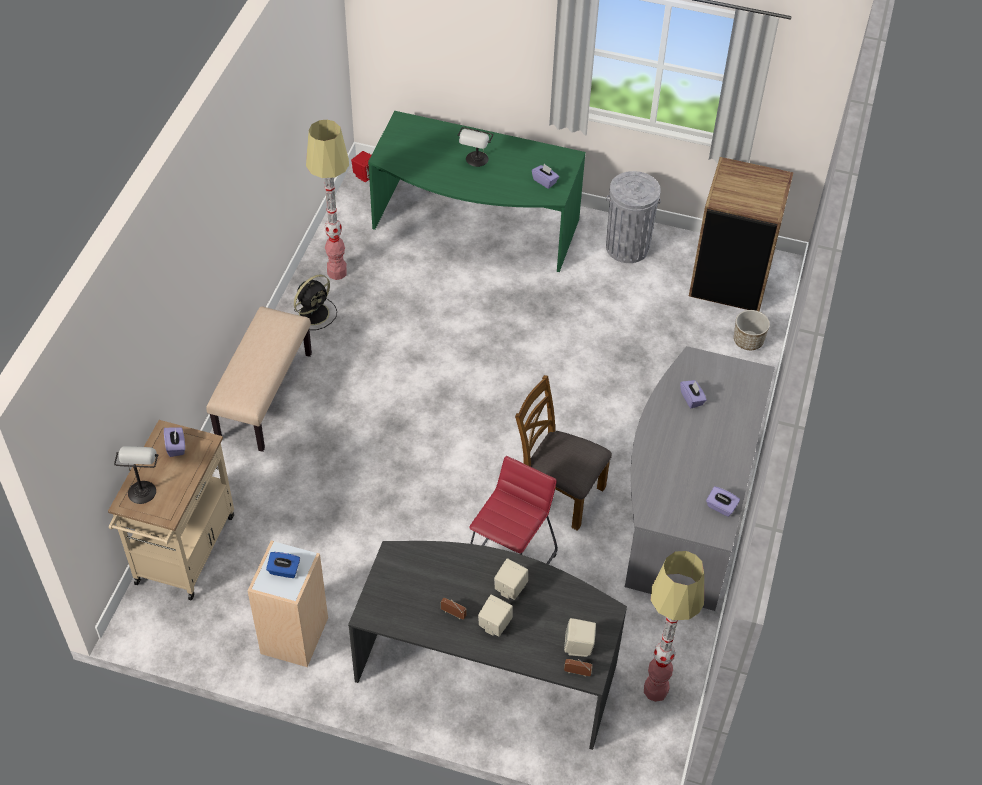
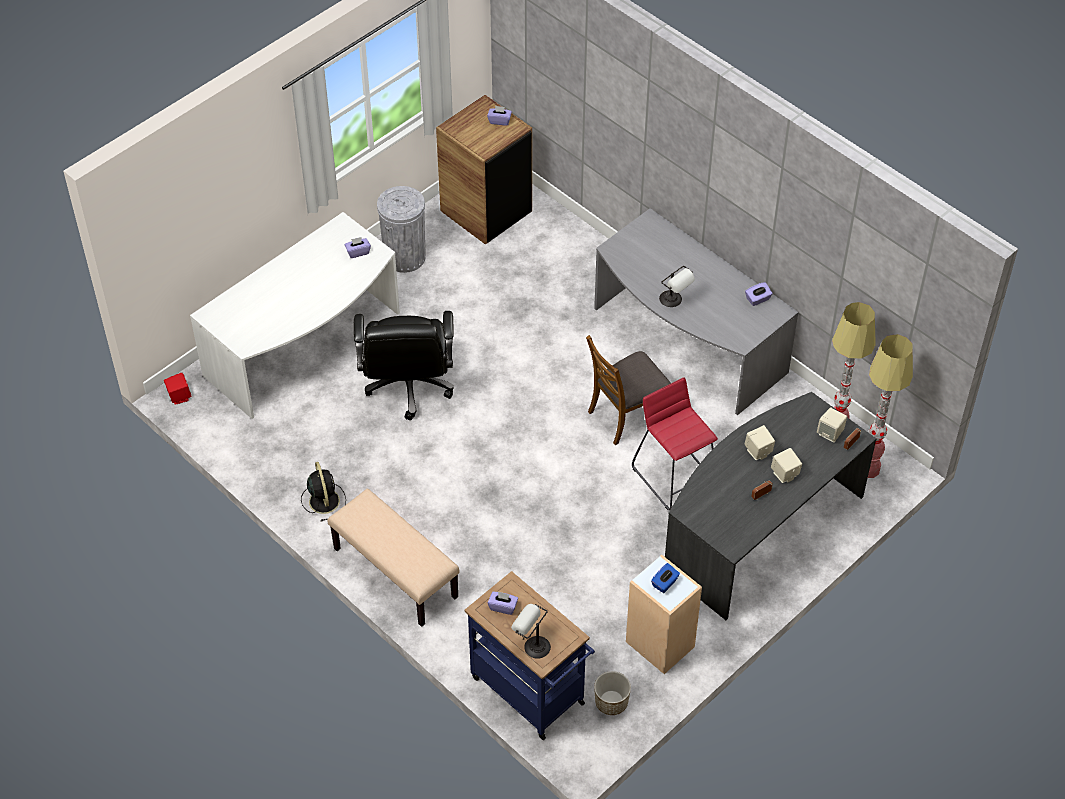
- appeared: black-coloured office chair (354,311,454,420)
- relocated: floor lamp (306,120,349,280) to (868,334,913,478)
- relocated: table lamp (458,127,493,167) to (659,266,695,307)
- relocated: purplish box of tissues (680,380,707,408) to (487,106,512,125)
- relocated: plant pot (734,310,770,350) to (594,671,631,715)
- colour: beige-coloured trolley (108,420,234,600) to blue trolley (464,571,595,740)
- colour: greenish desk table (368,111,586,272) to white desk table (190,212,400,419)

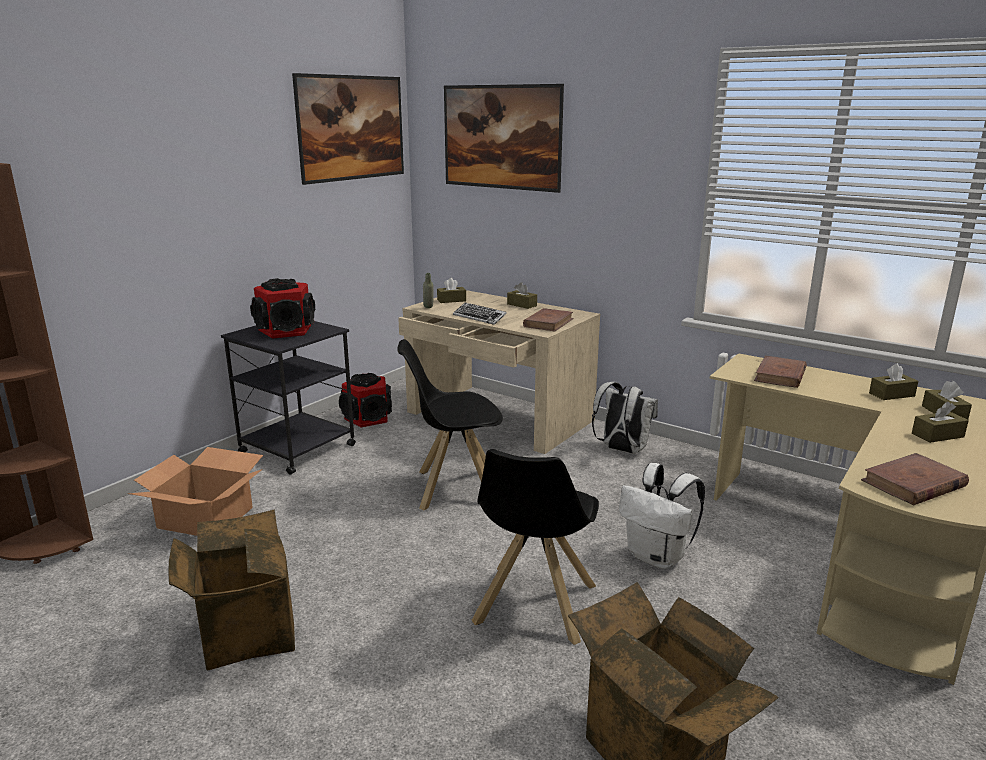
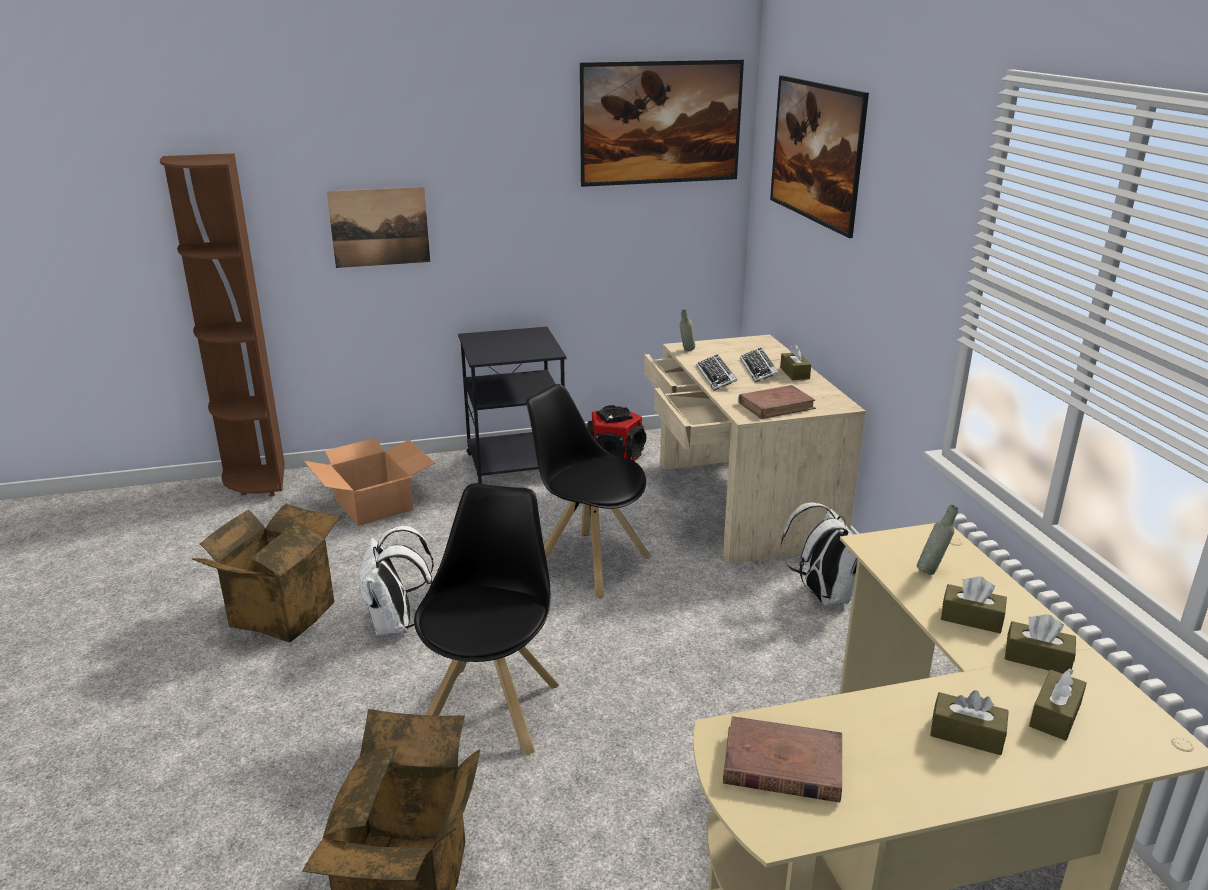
- missing: loudspeaker (250,278,315,339)
- appeared: wall picture (327,187,430,268)
- appeared: keyboard (740,348,779,383)
- relocated: brown-coloured box of tissues (437,278,466,303) to (941,576,1007,633)
- relocated: white knapsack (619,463,705,569) to (359,526,434,636)
- exchanged: brown-coloured bound book (754,356,807,388) to greyish beverage bottle (917,505,958,575)
- spun: black-coloured chair (472,449,599,645) = (414,483,559,756) 135 degrees clockwise

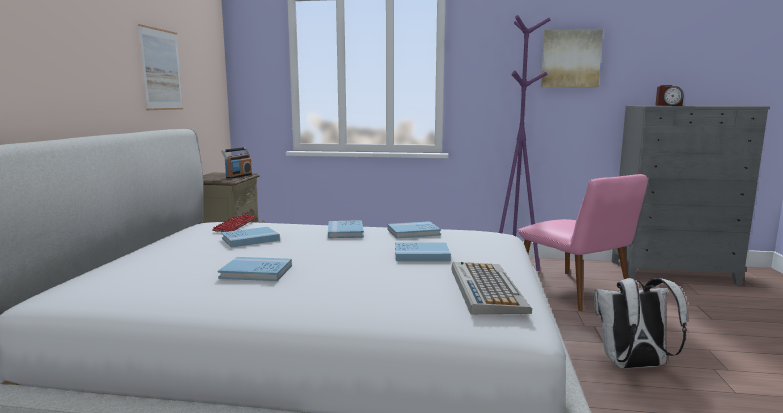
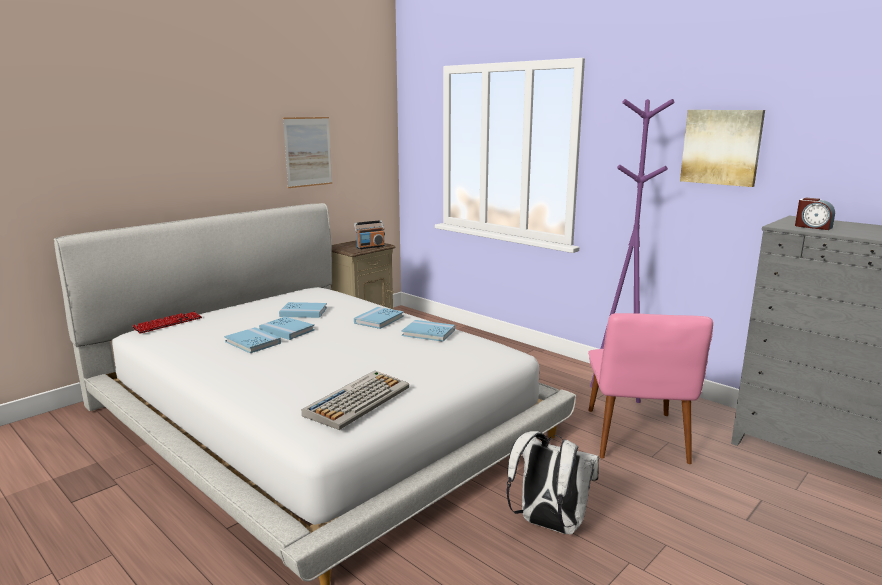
- relocated: keyboard (212,214,257,232) to (132,312,202,334)
- relocated: blue bound book (395,242,451,261) to (259,317,315,340)

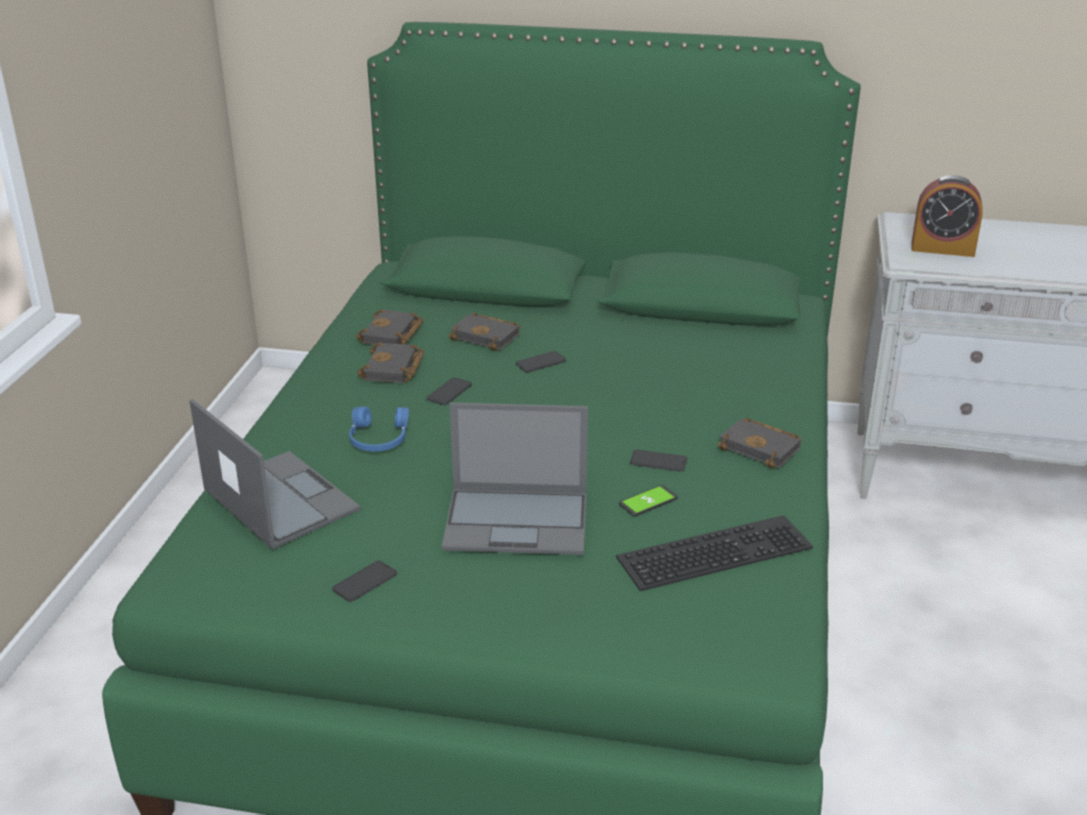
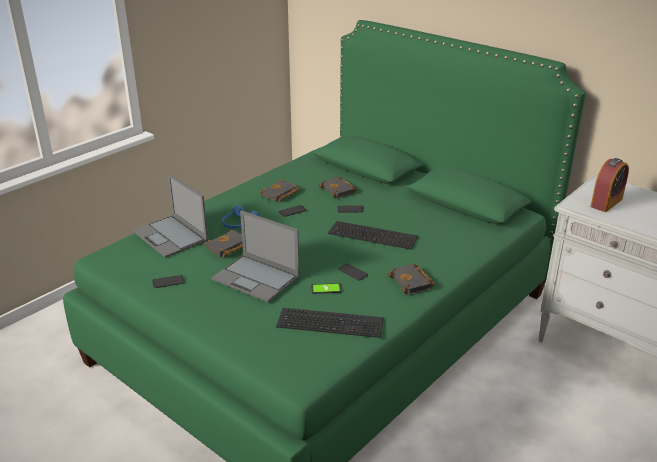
- appeared: keyboard (328,221,418,249)
- relocated: black-coloured bound book (356,309,423,345) to (205,230,243,257)
- spun: laptop (189,399,361,550) = (133,174,208,258) 150 degrees clockwise
- spun: table clock (911,175,983,257) = (590,158,629,212) 90 degrees counterclockwise

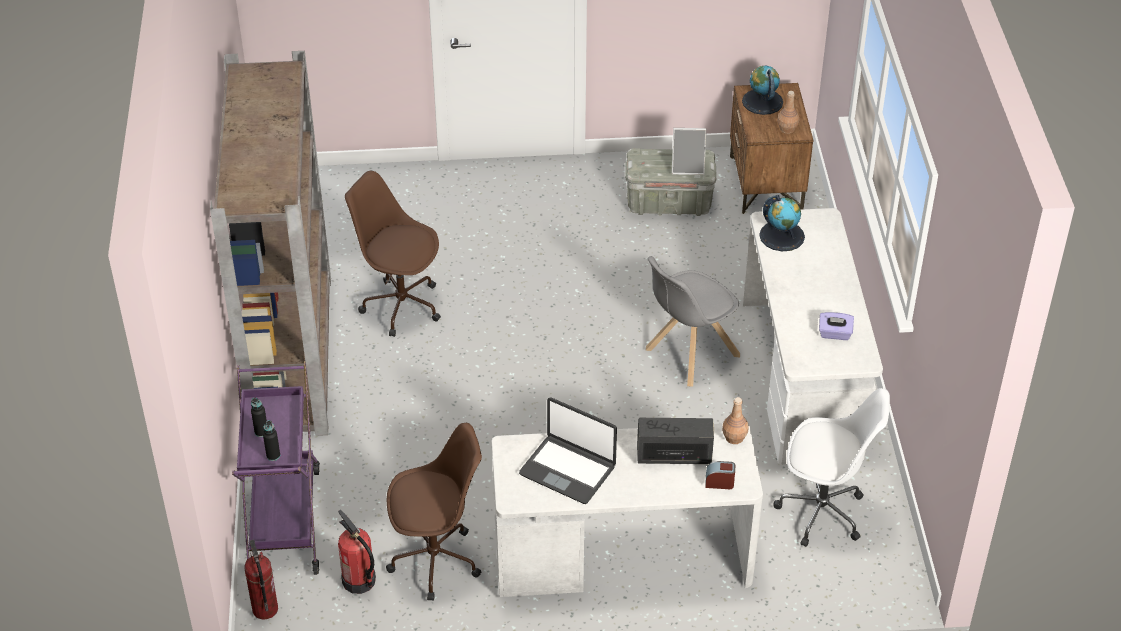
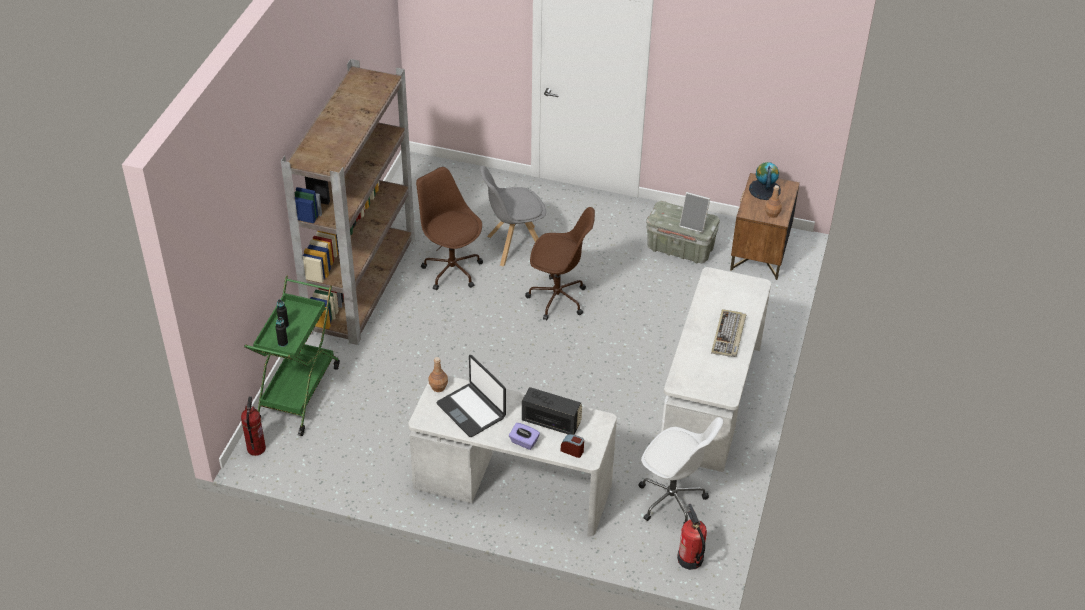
- missing: desk globe (759,195,805,251)
- appeared: keyboard (711,309,746,357)
- relocated: fire extinguisher (338,510,376,594) to (677,504,707,570)
- relocated: brown-coloured office chair (386,423,482,601) to (525,207,595,320)
- relocated: greyish chair (645,256,740,387) to (480,166,546,267)
- relocated: brown-coloured beverage bottle (722,397,749,444) to (429,357,448,392)
- relocated: purplish box of tissues (819,312,854,340) to (509,423,540,450)
- colour: purplish trolley (232,362,320,575) to greenish trolley (244,276,340,436)

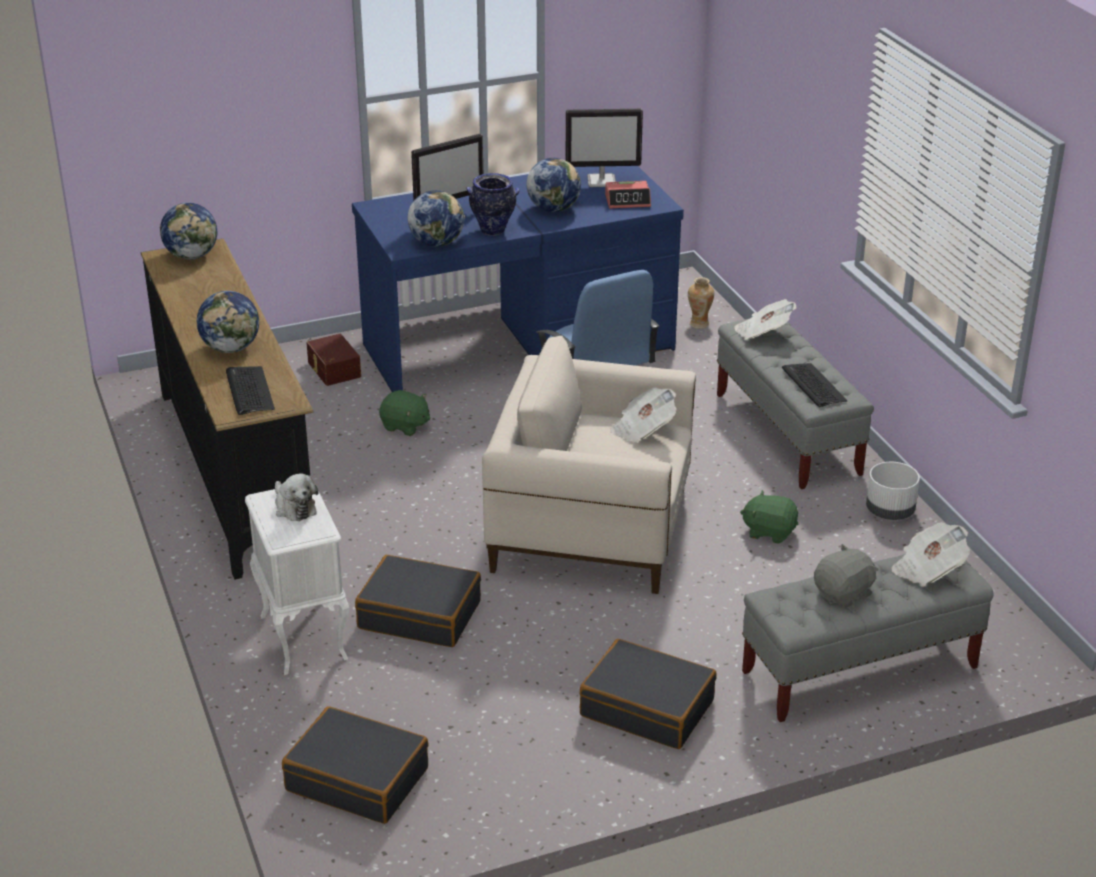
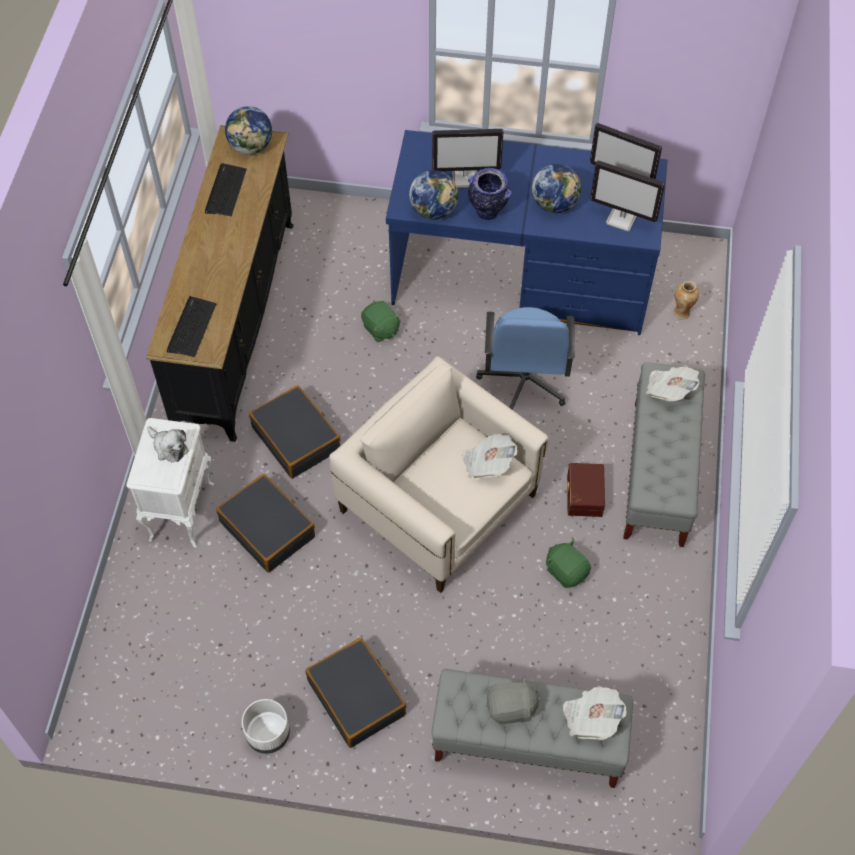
- missing: desk globe (197,291,259,353)
- relocated: black-coloured travel case (282,706,429,824) to (249,385,340,478)
- relocated: brown-coloured storage container (306,334,361,386) to (565,463,605,517)
- relocated: keyboard (782,363,848,407) to (205,163,247,216)
- relocated: white plant pot (866,462,920,520) to (242,699,290,754)
- exchanged: table clock (605,181,651,209) to computer screen (590,160,665,232)
- spun: plush toy (275,474,318,521) = (147,427,189,462) 45 degrees counterclockwise

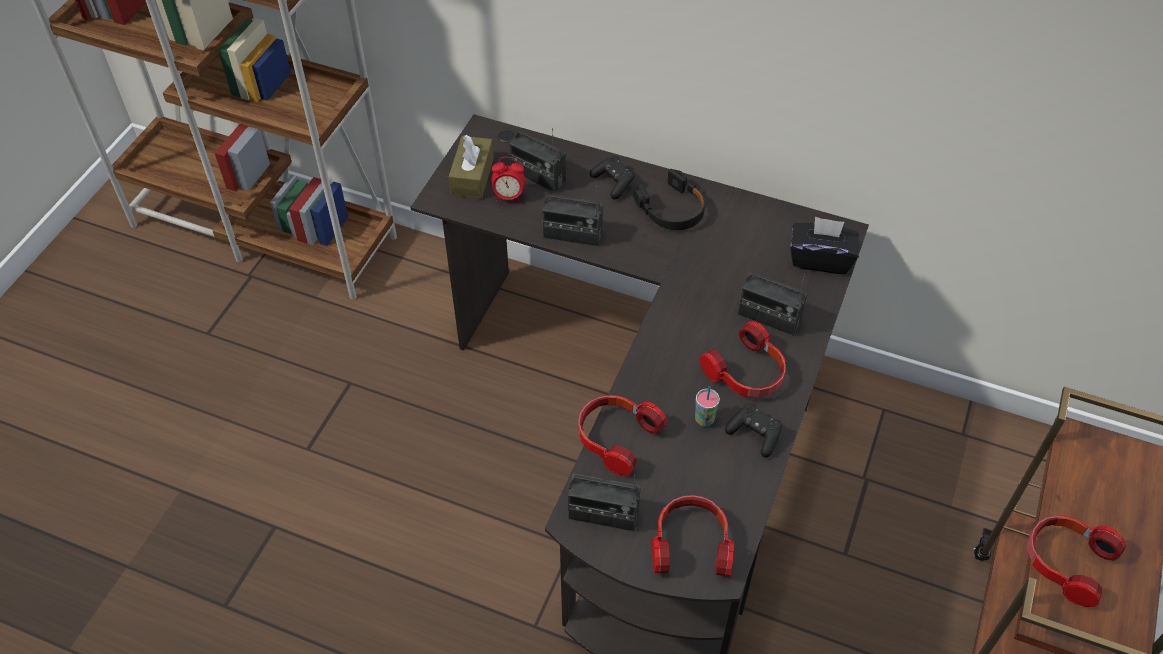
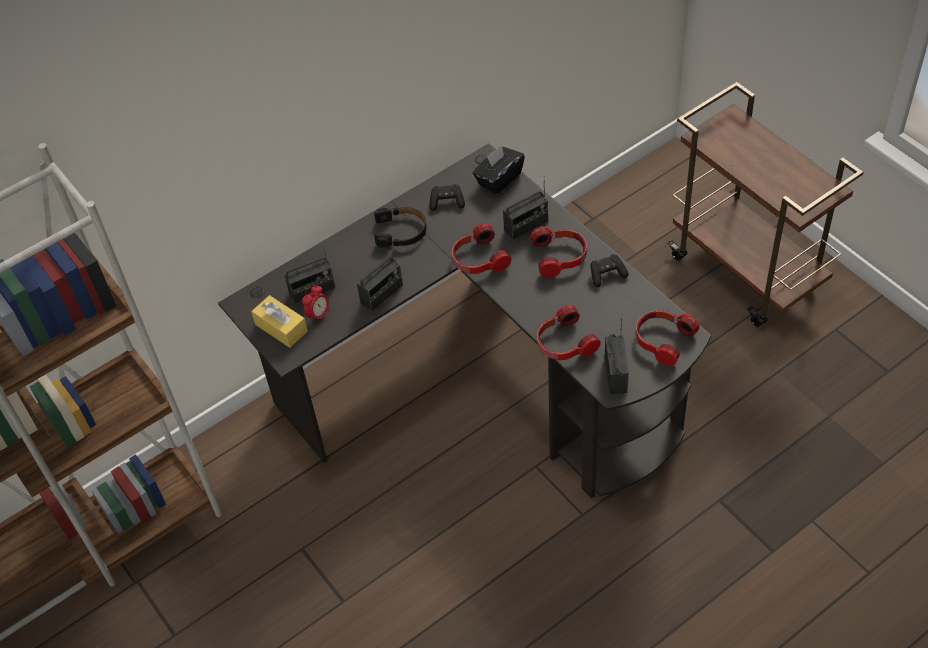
- missing: drinking cup (695,386,720,427)
- relocated: black-coloured joypad (590,156,635,199) to (430,184,465,211)
- relocated: headset (1027,515,1126,607) to (452,223,512,274)
- colour: brown-coloured box of tissues (449,135,494,199) to yellow box of tissues (251,295,308,348)
- spun: radio set (568,474,641,532) = (605,314,629,394) 45 degrees counterclockwise

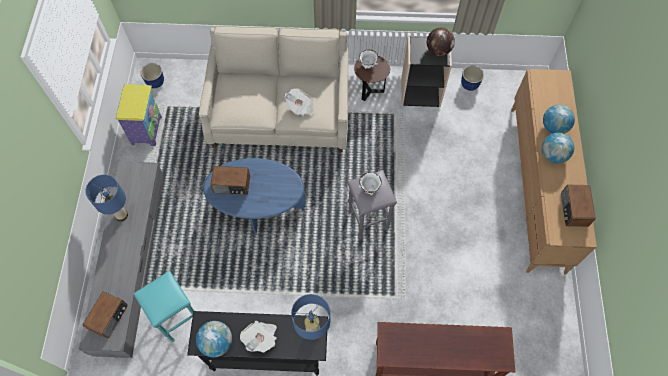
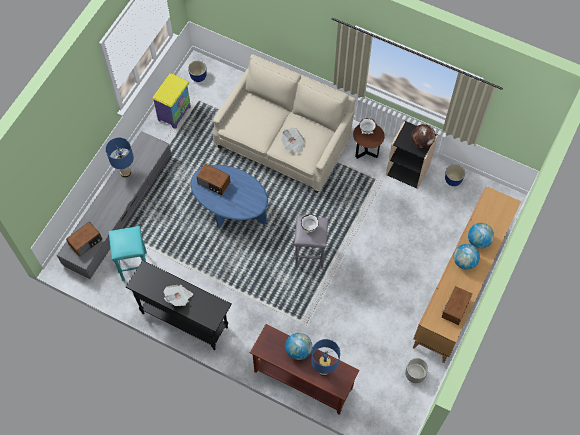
- appeared: greyish plant pot (405,358,428,383)
- relocated: desk globe (196,321,232,357) to (285,333,312,360)
- relocated: blue table lamp (291,294,330,340) to (311,339,340,376)

